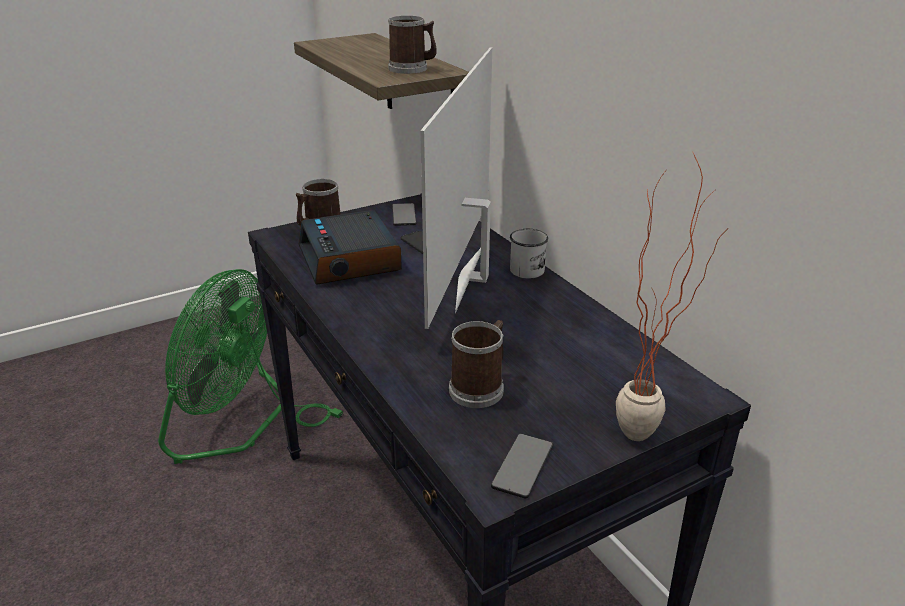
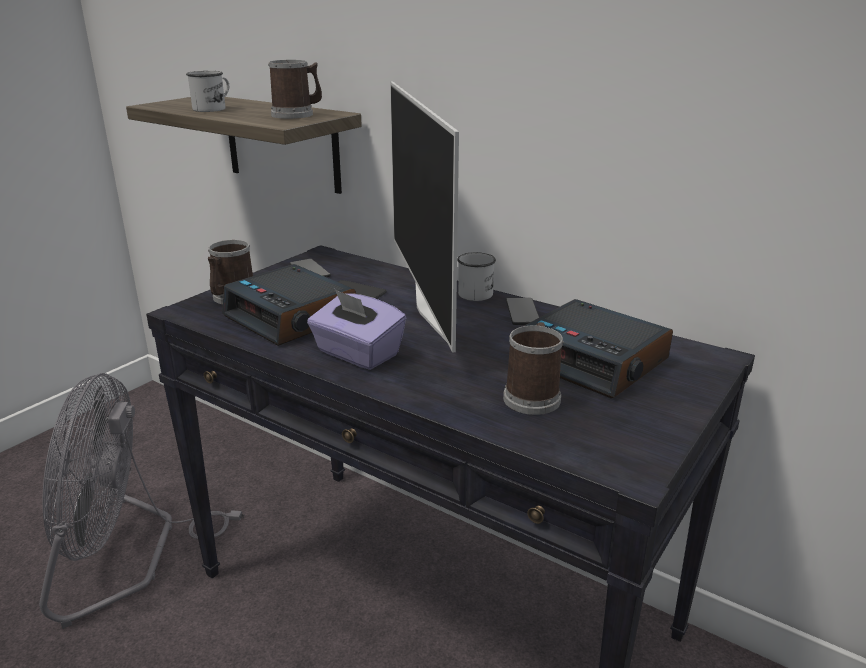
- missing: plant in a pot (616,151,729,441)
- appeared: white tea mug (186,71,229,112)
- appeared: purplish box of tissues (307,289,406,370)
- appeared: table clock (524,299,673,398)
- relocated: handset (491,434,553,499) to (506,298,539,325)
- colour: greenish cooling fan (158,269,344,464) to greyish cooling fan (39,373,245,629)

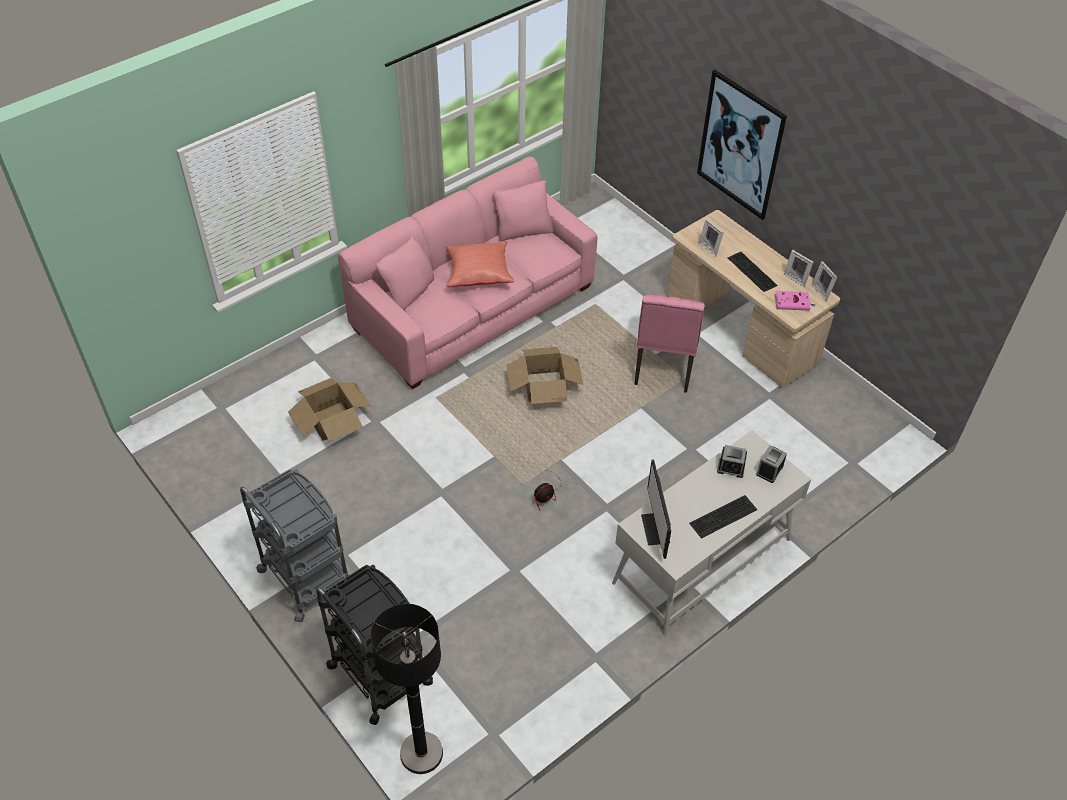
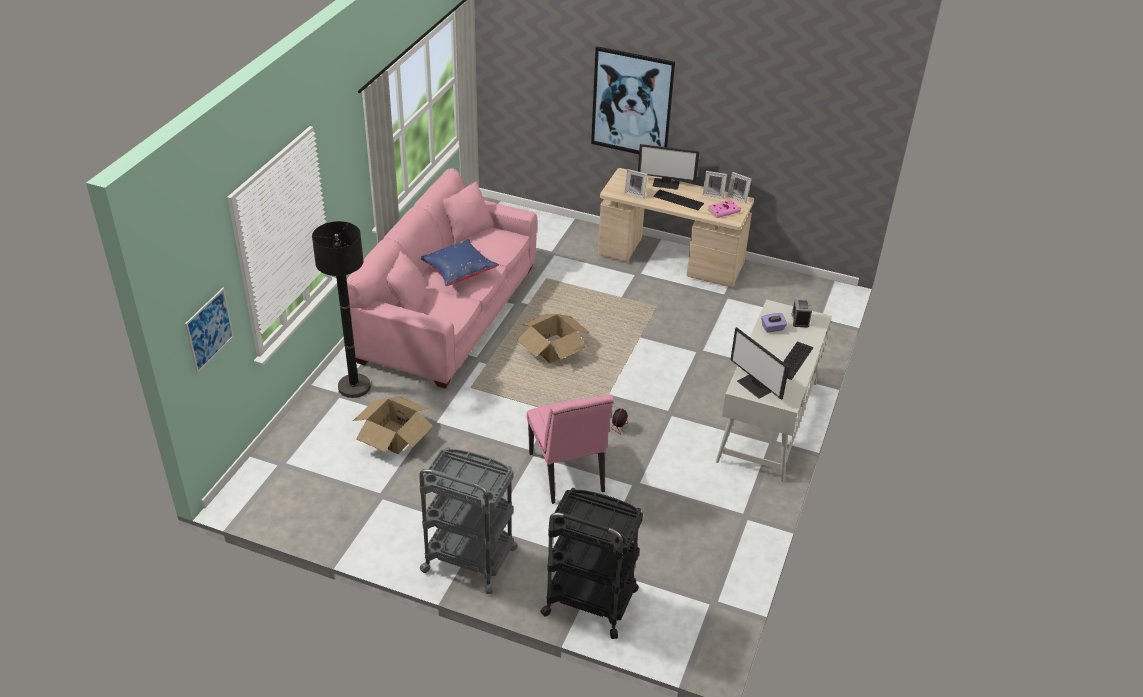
- appeared: wall picture (185,288,234,374)
- appeared: computer screen (638,144,699,190)
- relocated: black-coloured floor lamp (370,604,443,774) to (312,221,371,398)
- relocated: pink-coloured chair (635,295,705,393) to (527,394,614,504)
- exchanged: table clock (717,445,747,478) to purplish box of tissues (761,313,787,333)
- colour: reddish cushion (446,241,515,287) to blue cushion (421,239,499,286)

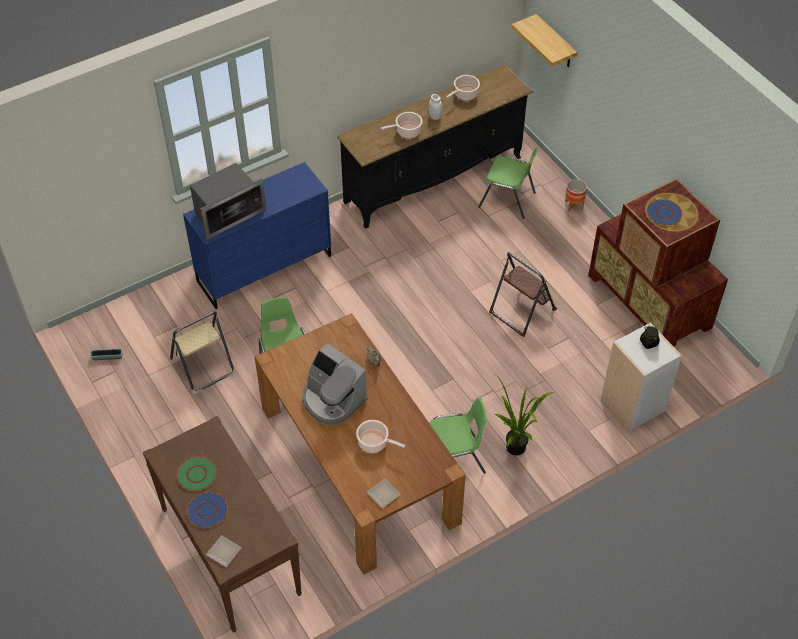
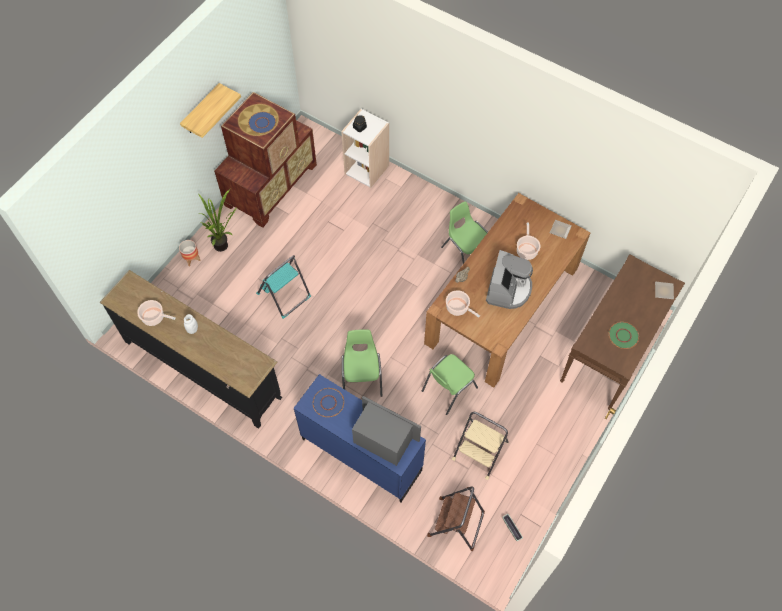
- appeared: turquoise-coloured stepladder (256,255,311,319)
- relocated: blue plate (187,492,228,528) to (313,388,344,417)
- relocated: cooking pot (381,112,422,138) to (446,290,480,318)
- relocated: greenish chair (478,147,539,219) to (342,329,382,397)
- relocated: brown-coloured stepladder (489,252,557,337) to (427,486,485,551)
- relocated: plant in a pot (495,375,554,456) to (198,189,238,252)
- relocated: bracket shelf (511,14,578,67) to (180,83,241,138)

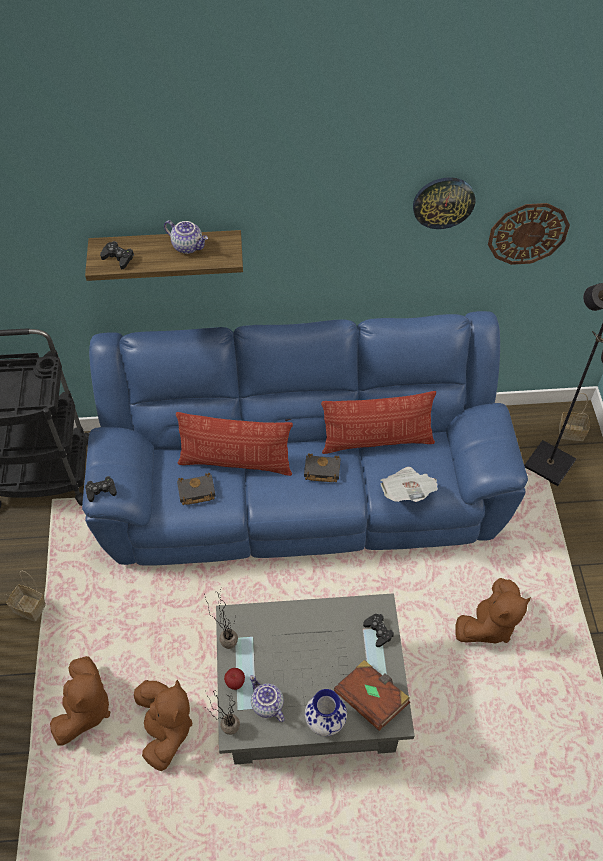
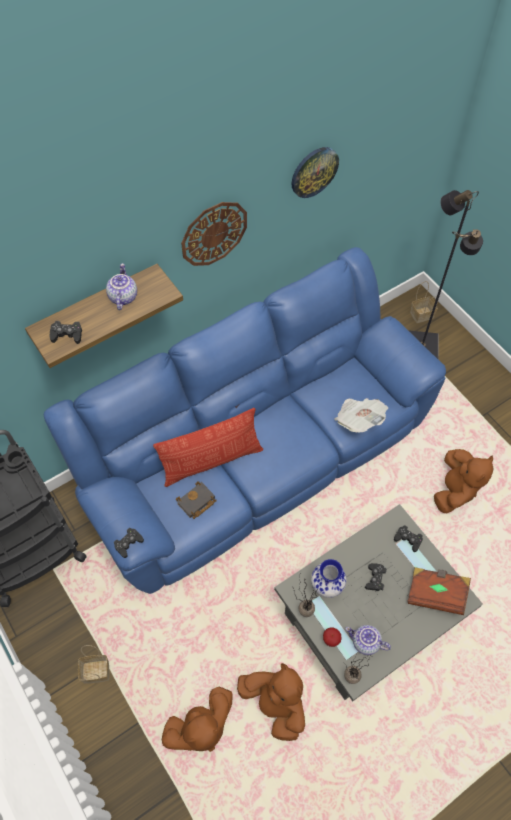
- missing: black-coloured bound book (304,453,341,482)
- missing: cushion (321,391,436,454)
- appeared: black-coloured joypad (365,563,387,591)
- relocated: flower vase (305,689,347,737) to (311,559,347,598)
- relocated: clock on the wall (488,203,570,265) to (181,202,247,266)
- spun: brown-coloured plush toy (50,656,111,746) = (162,687,233,752) 75 degrees clockwise
- spun: teapot (164,220,208,254) = (106,263,137,310) 90 degrees counterclockwise

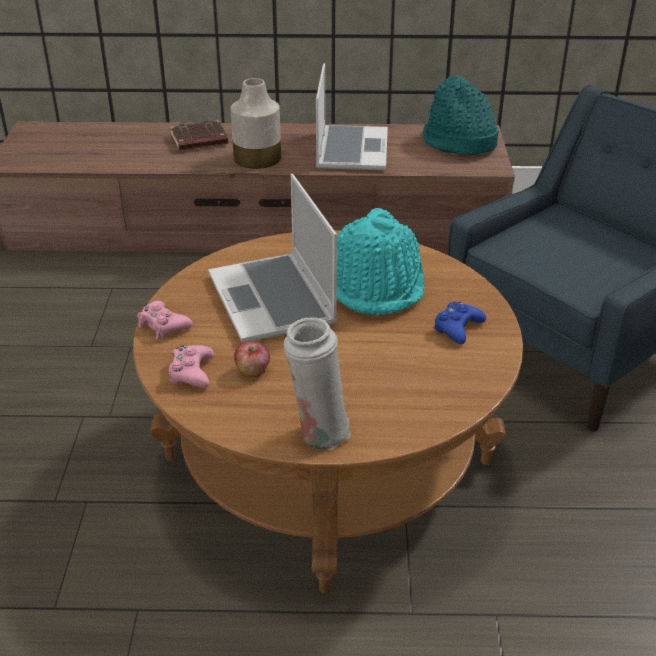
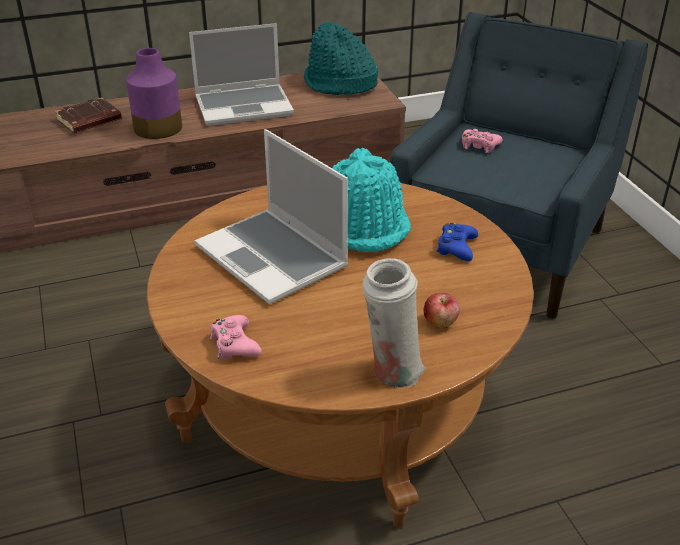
- relocated: pink-coloured joypad (137,301,193,339) to (462,129,502,153)
- relocated: apple fruit (234,341,270,377) to (423,293,460,328)
- colour: beige-coloured flower vase (230,78,281,169) to purplish flower vase (126,48,182,139)
- spun: laptop (316,63,388,171) = (189,23,294,126) 90 degrees clockwise

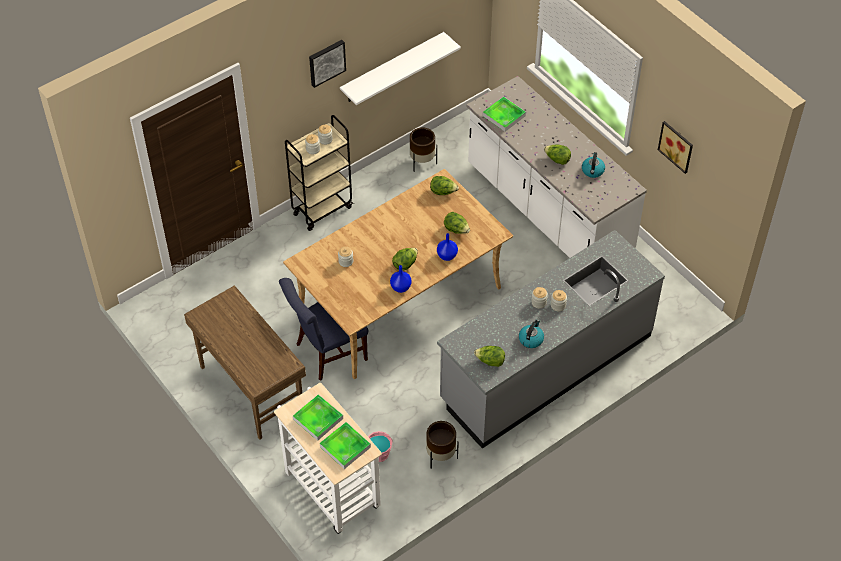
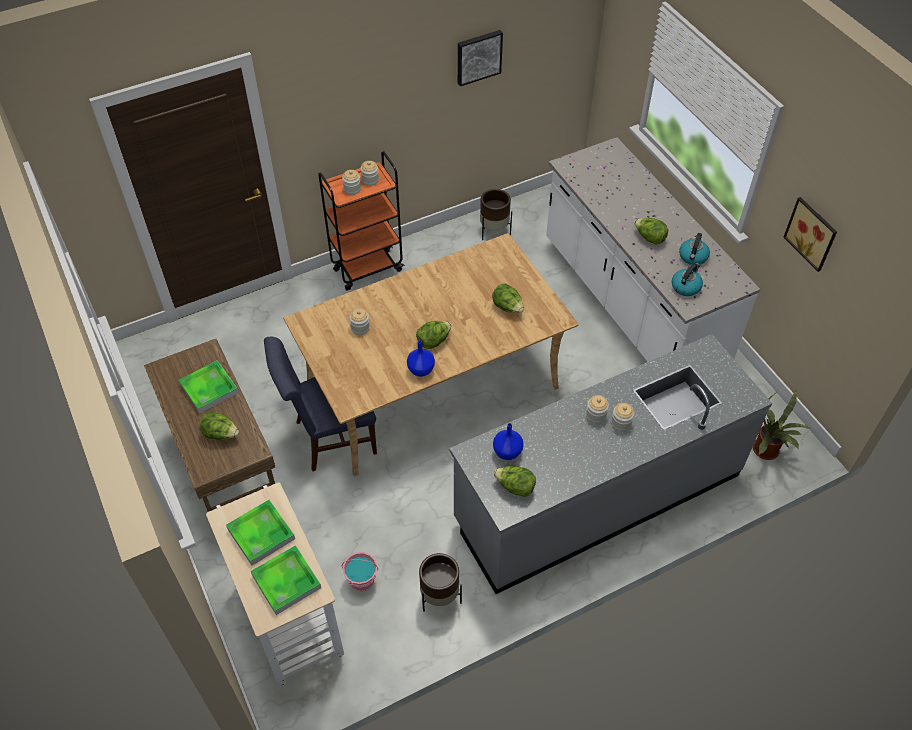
- missing: white bracket shelf (340,32,461,105)
- appeared: plant in a pot (753,389,811,460)
- relocated: wall picture (309,40,346,88) to (458,30,503,86)
- relocated: head of lettuce (430,176,459,195) to (199,411,239,440)
- relocated: blue flower vase (437,233,458,261) to (493,423,524,460)
- relocated: tray (483,97,526,132) to (179,360,239,413)
- relocated: kettle (519,319,544,348) to (672,263,703,296)
- colour: beige-coloured trolley (285,115,353,231) to orange-coloured trolley (318,151,405,290)

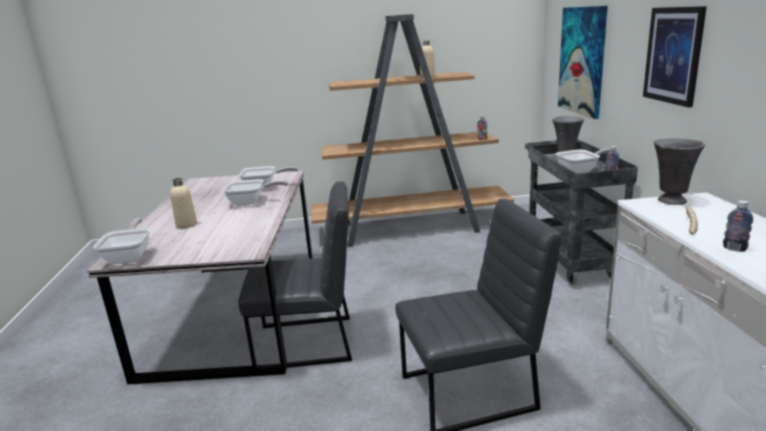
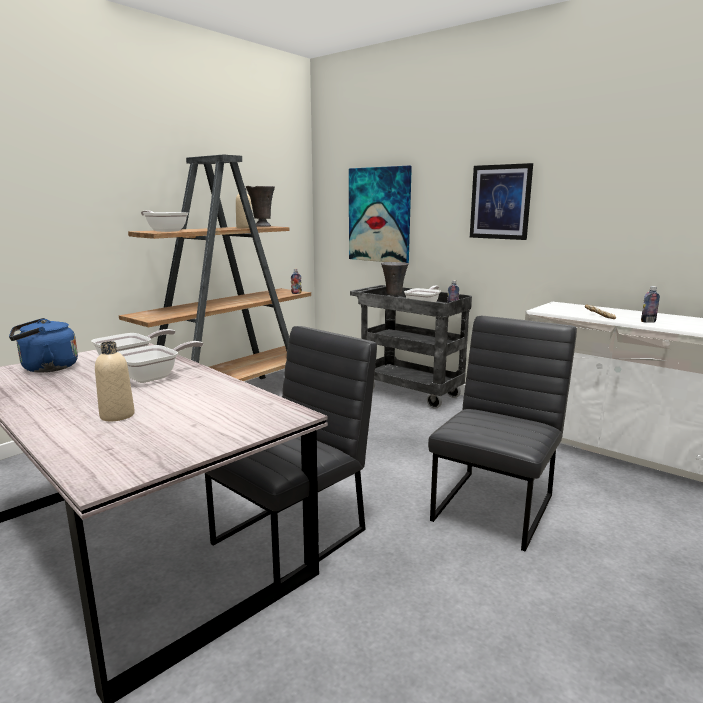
- appeared: blue kettle (9,318,78,373)
- relocated: frying pan (93,218,150,264) to (141,210,188,232)
- relocated: greyish flower vase (654,138,705,205) to (246,186,275,227)

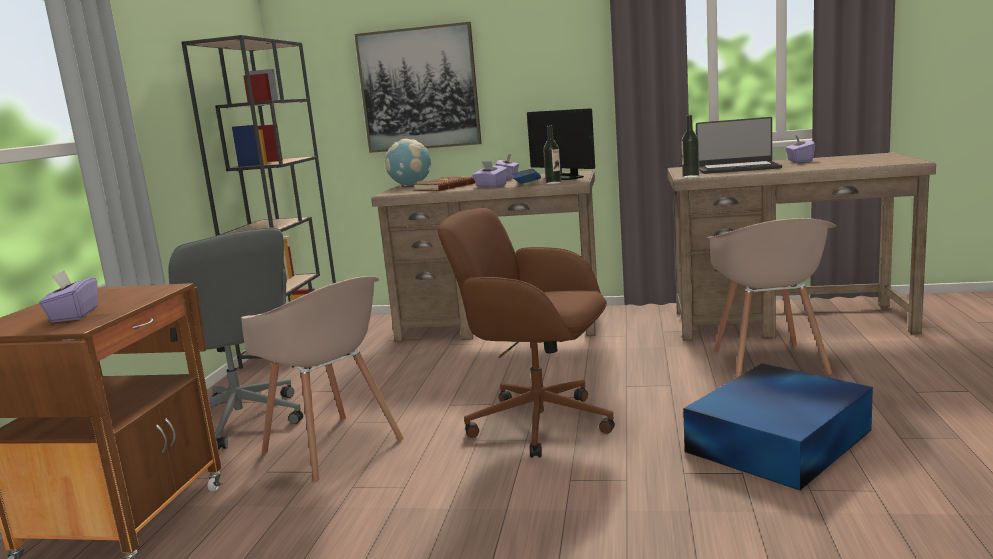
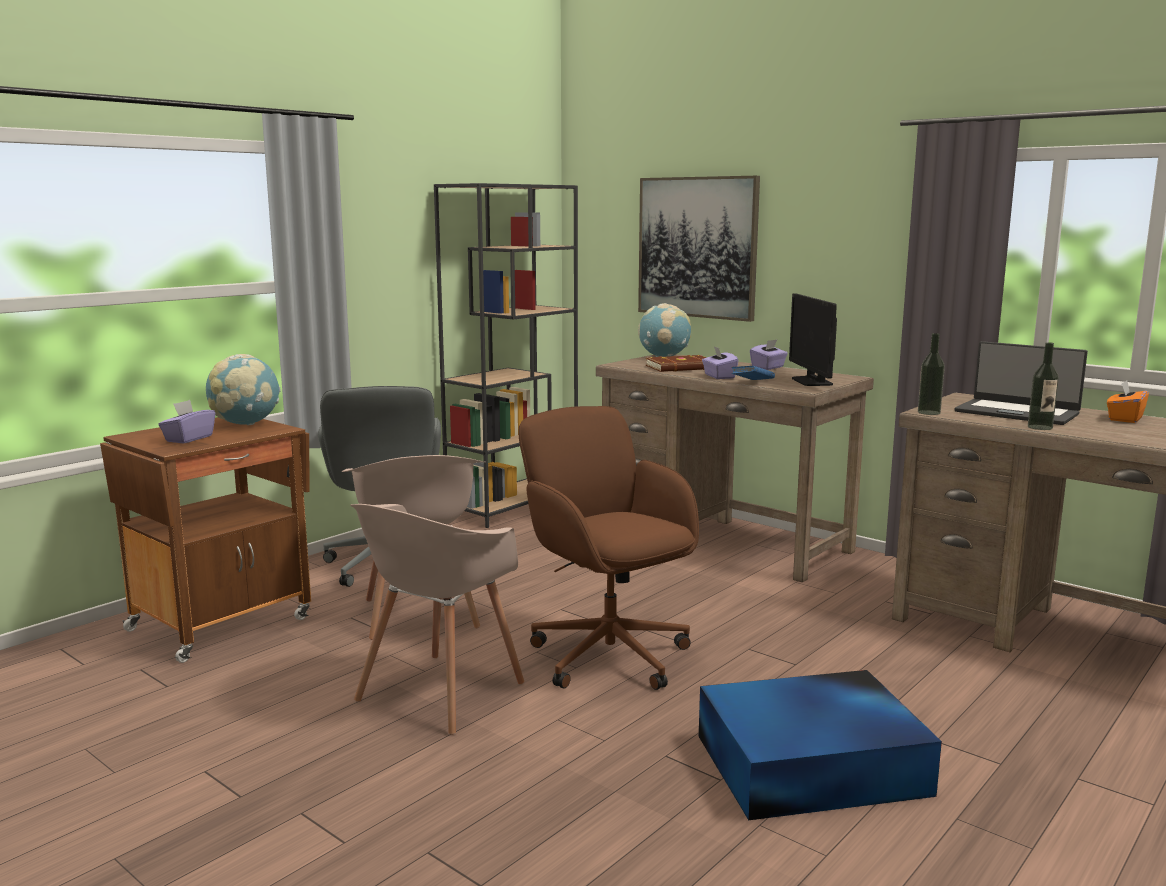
- appeared: desk globe (206,354,280,425)
- relocated: beverage bottle (543,125,561,184) to (1028,342,1059,430)
- relocated: beige-coloured chair (707,218,836,378) to (350,504,524,735)
- colour: purplish box of tissues (785,135,815,163) to orange-coloured box of tissues (1107,380,1149,423)

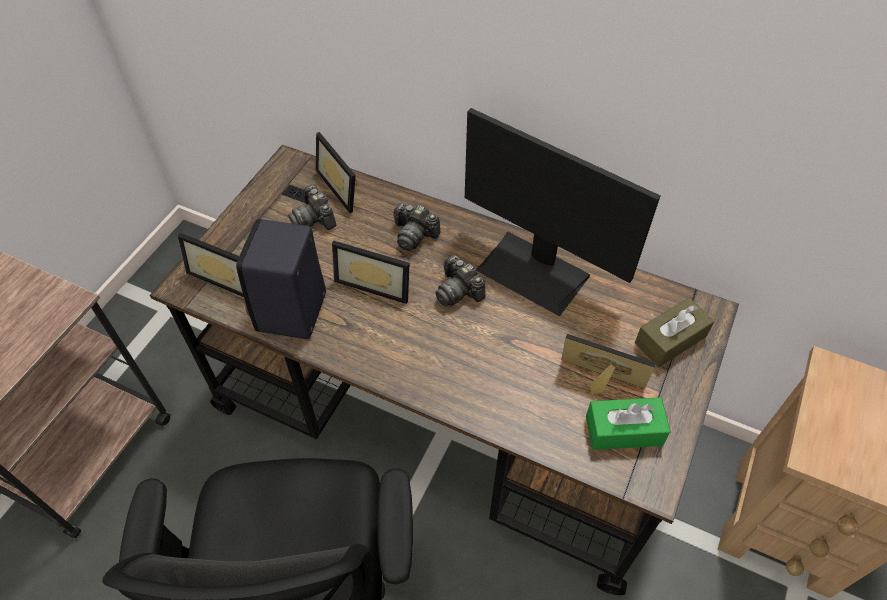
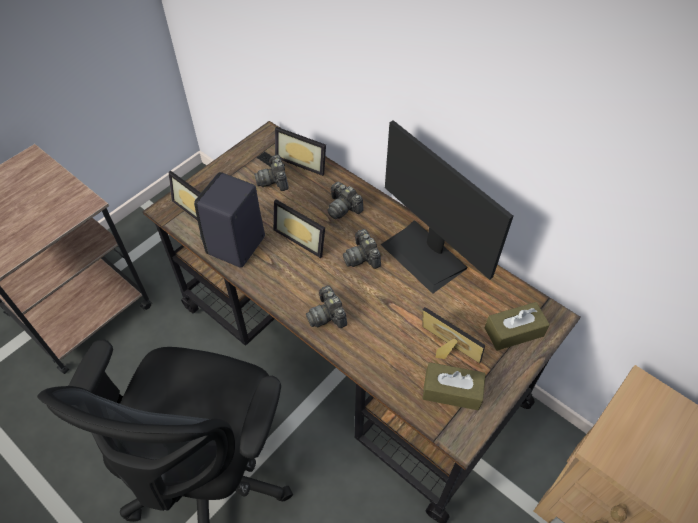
- appeared: photo camera (306,285,347,328)
- colour: greenish box of tissues (586,397,671,450) to brown-coloured box of tissues (422,362,486,410)
- spun: standing frame (315,132,357,213) = (275,127,326,176) 45 degrees counterclockwise

